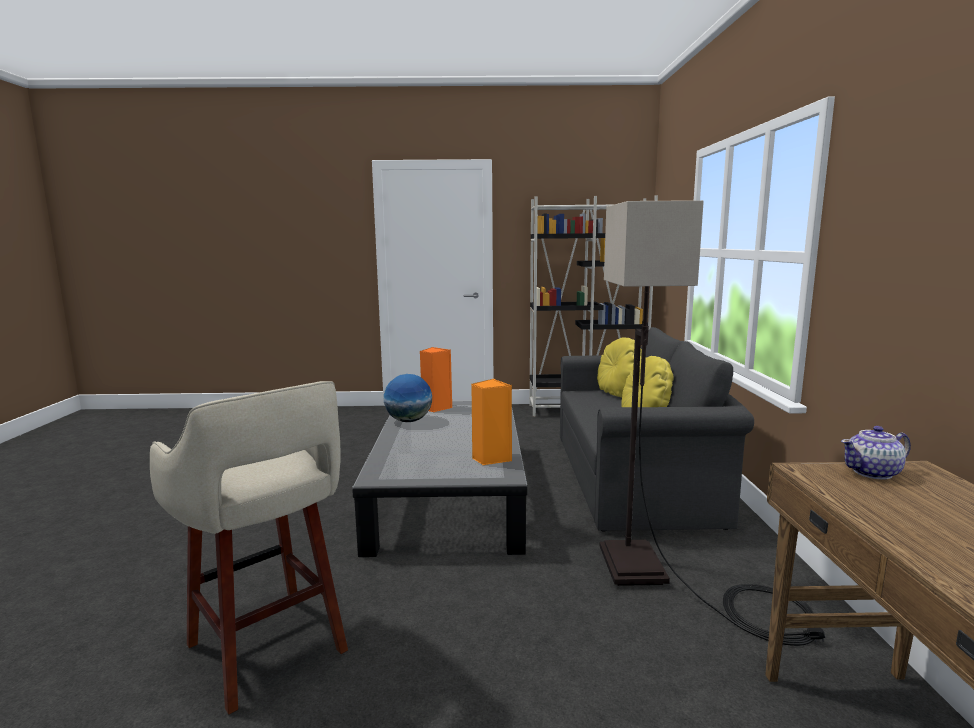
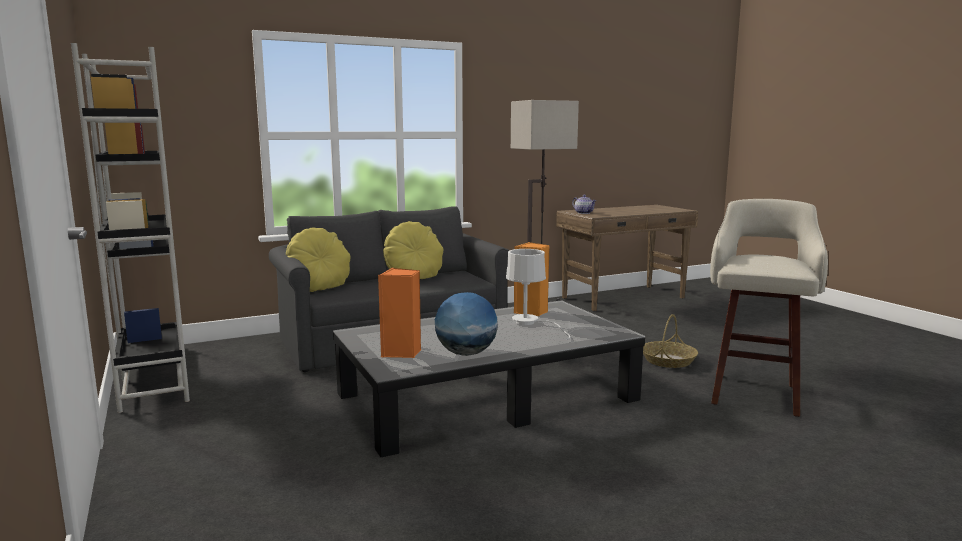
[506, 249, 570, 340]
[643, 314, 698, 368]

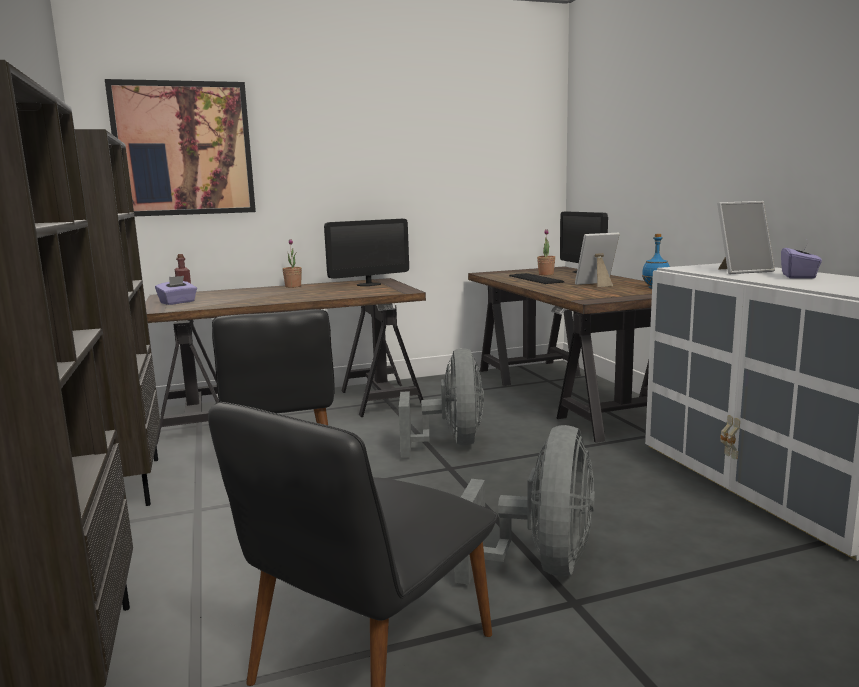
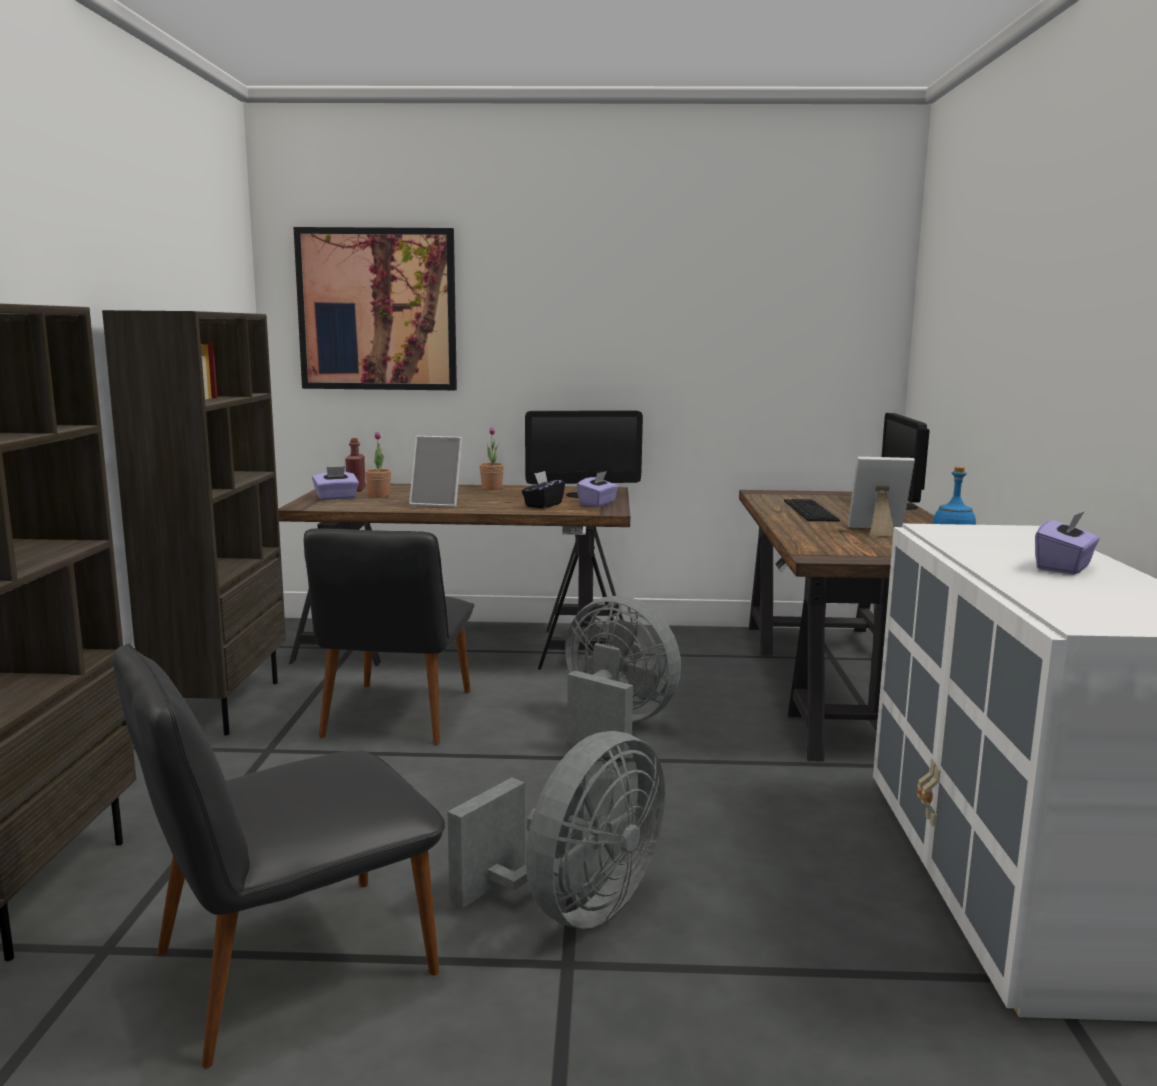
[565, 596, 681, 758]
[365, 432, 391, 498]
[409, 436, 463, 508]
[522, 471, 565, 508]
[577, 471, 619, 507]

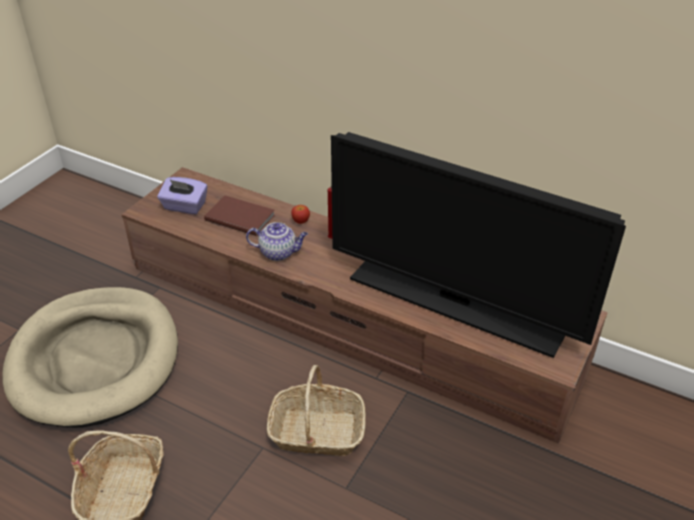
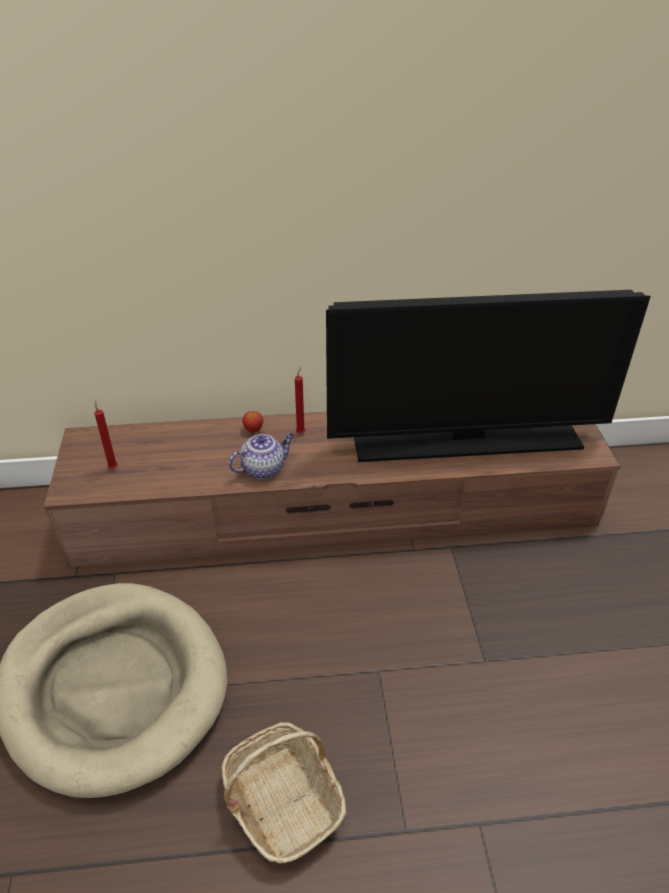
[94, 401, 118, 468]
[204, 195, 275, 236] (first image)
[267, 365, 366, 456] (first image)

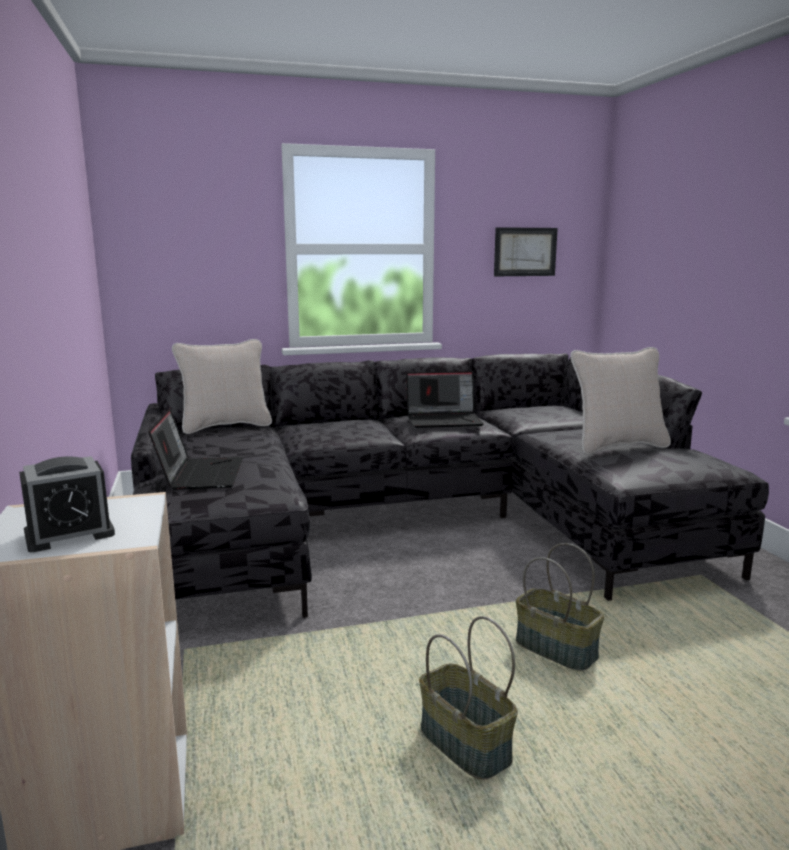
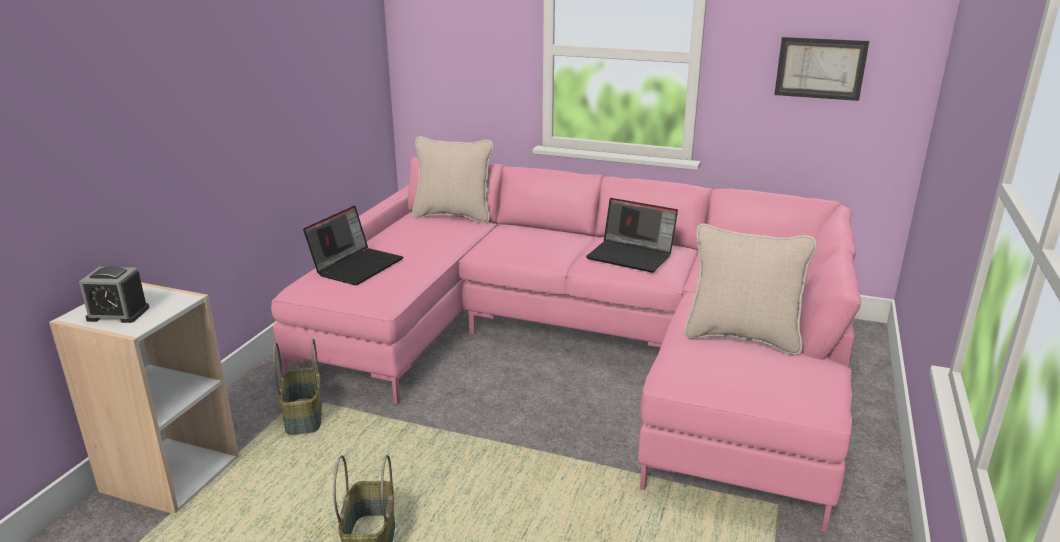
[271, 157, 861, 532]
[273, 339, 322, 435]

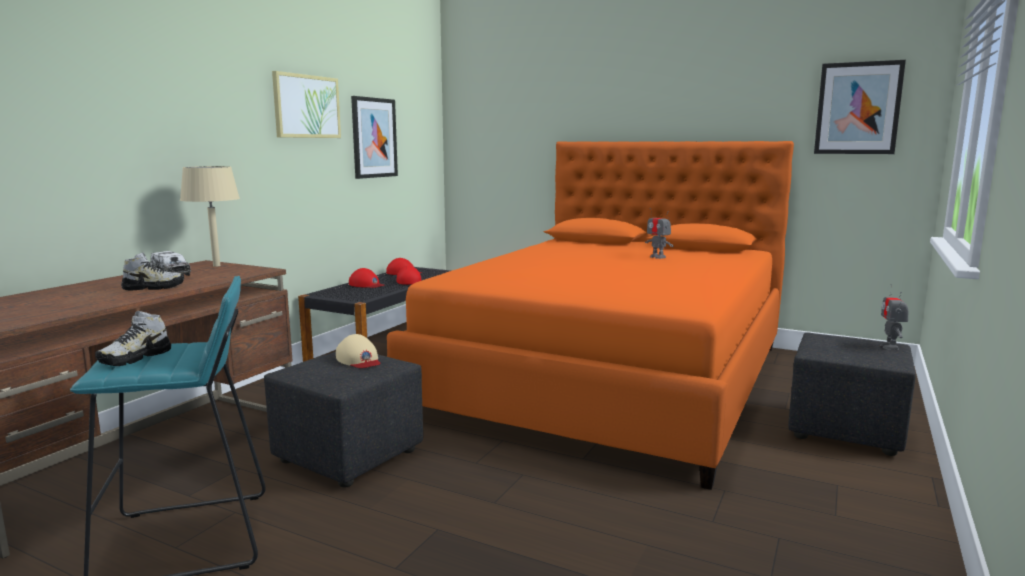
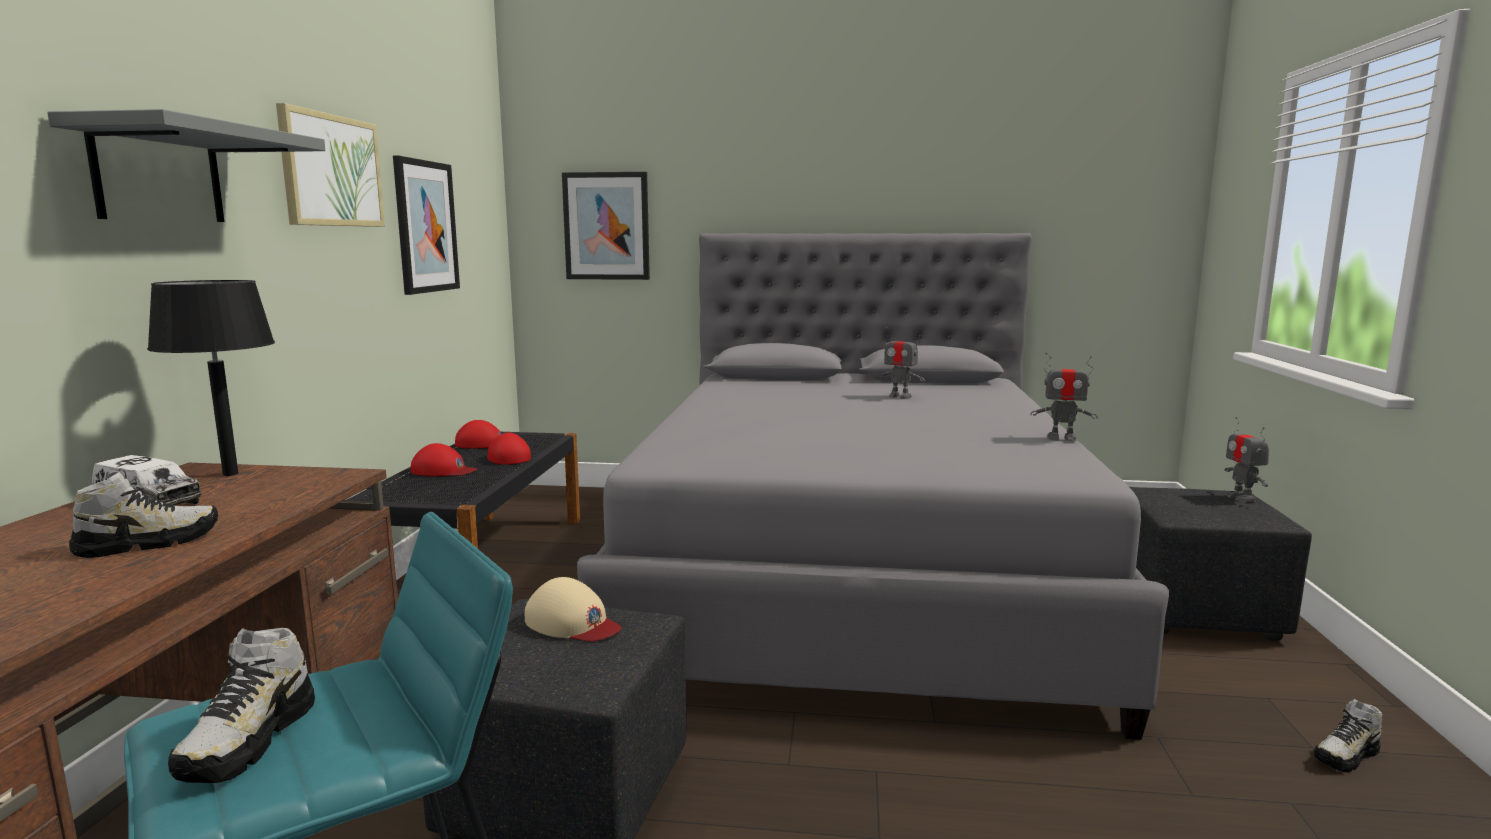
[147, 280, 275, 476]
[577, 233, 1169, 740]
[562, 172, 650, 280]
[47, 109, 325, 222]
[1031, 352, 1098, 442]
[1314, 699, 1382, 772]

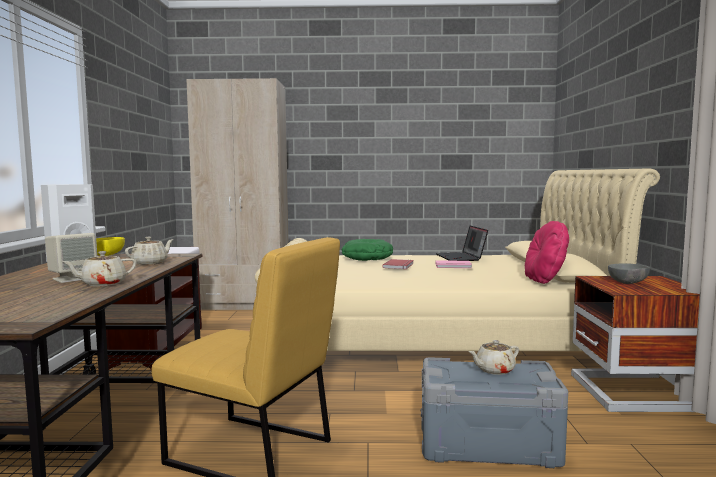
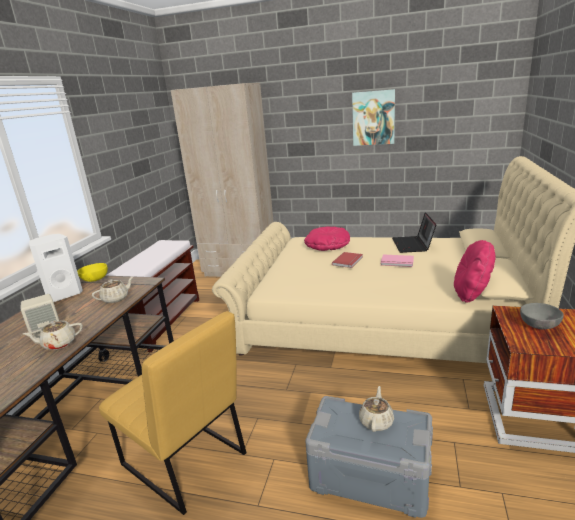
[304, 227, 350, 251]
[359, 386, 394, 432]
[352, 89, 395, 146]

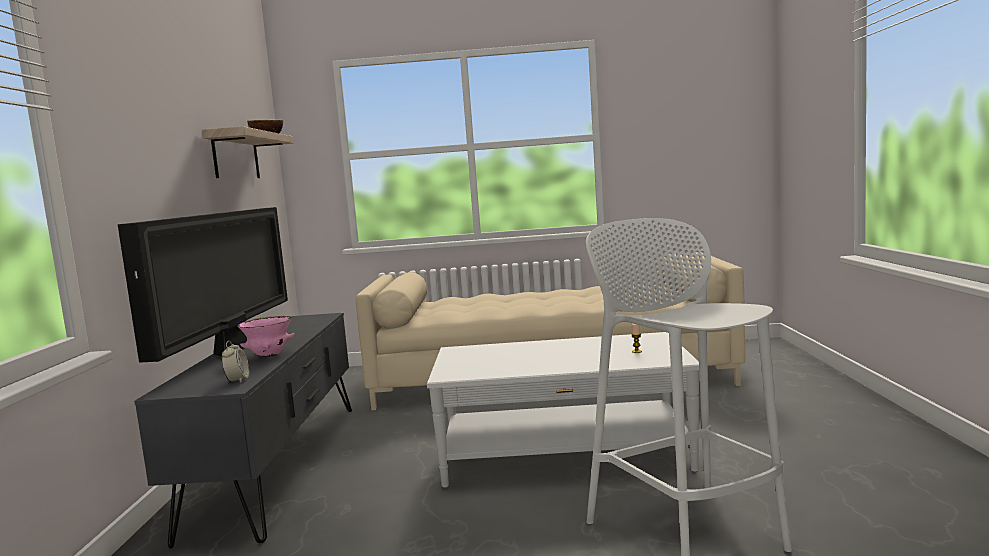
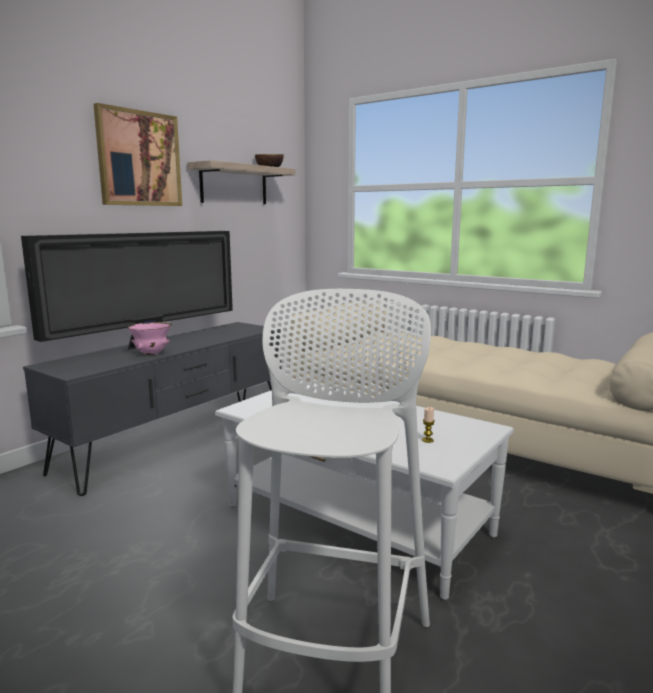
[221, 341, 249, 383] (first image)
[94, 103, 182, 206]

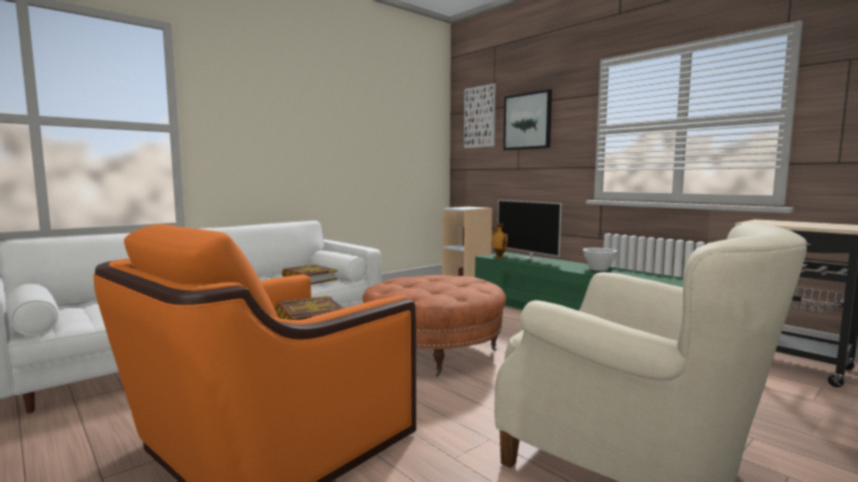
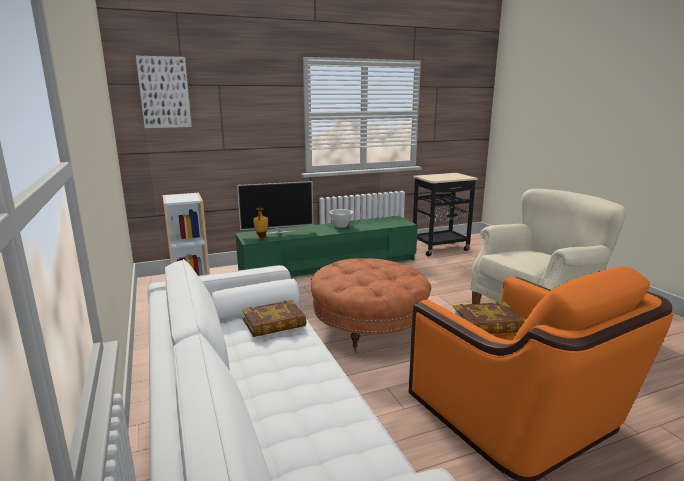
[503, 89, 552, 150] (first image)

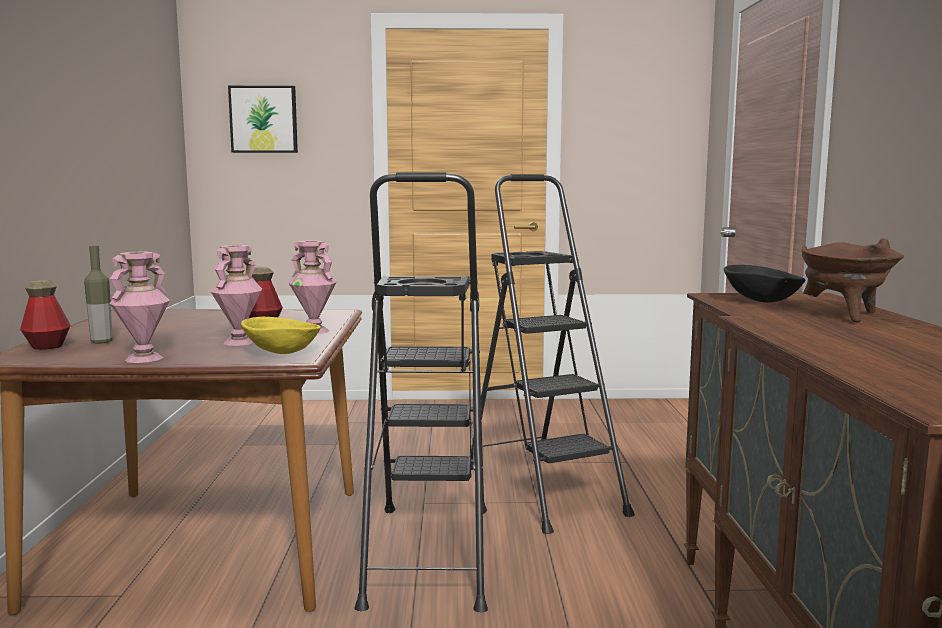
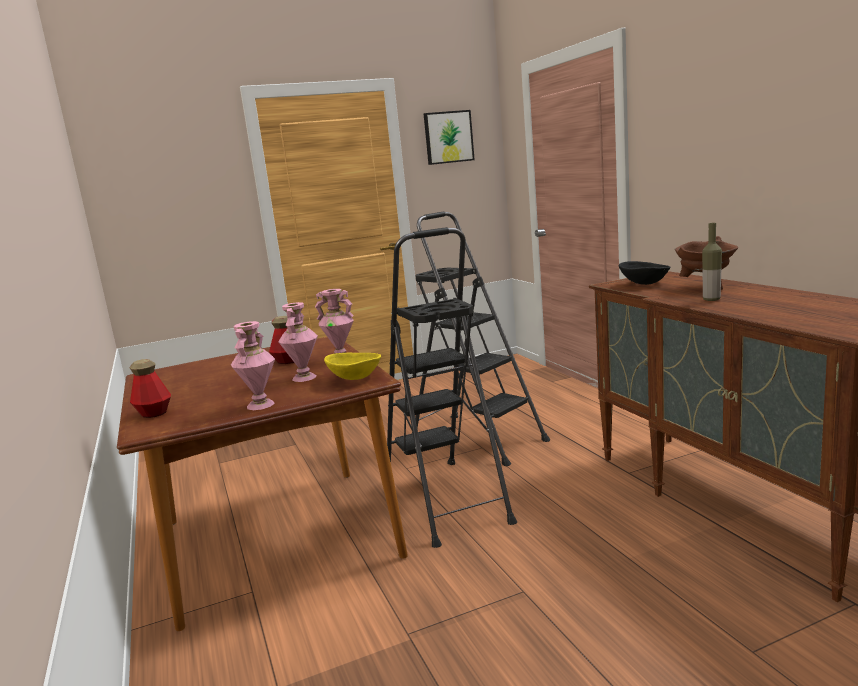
[702, 223, 722, 301]
[424, 110, 475, 165]

